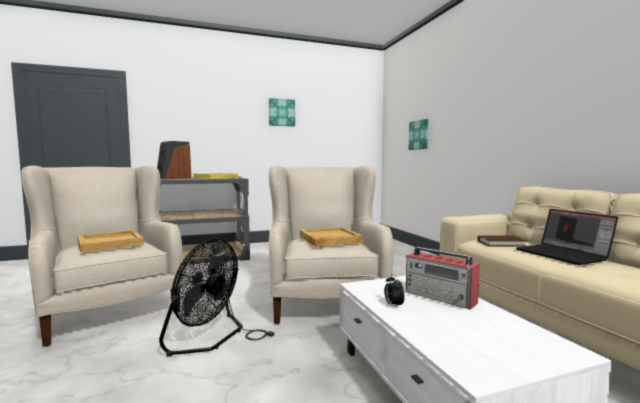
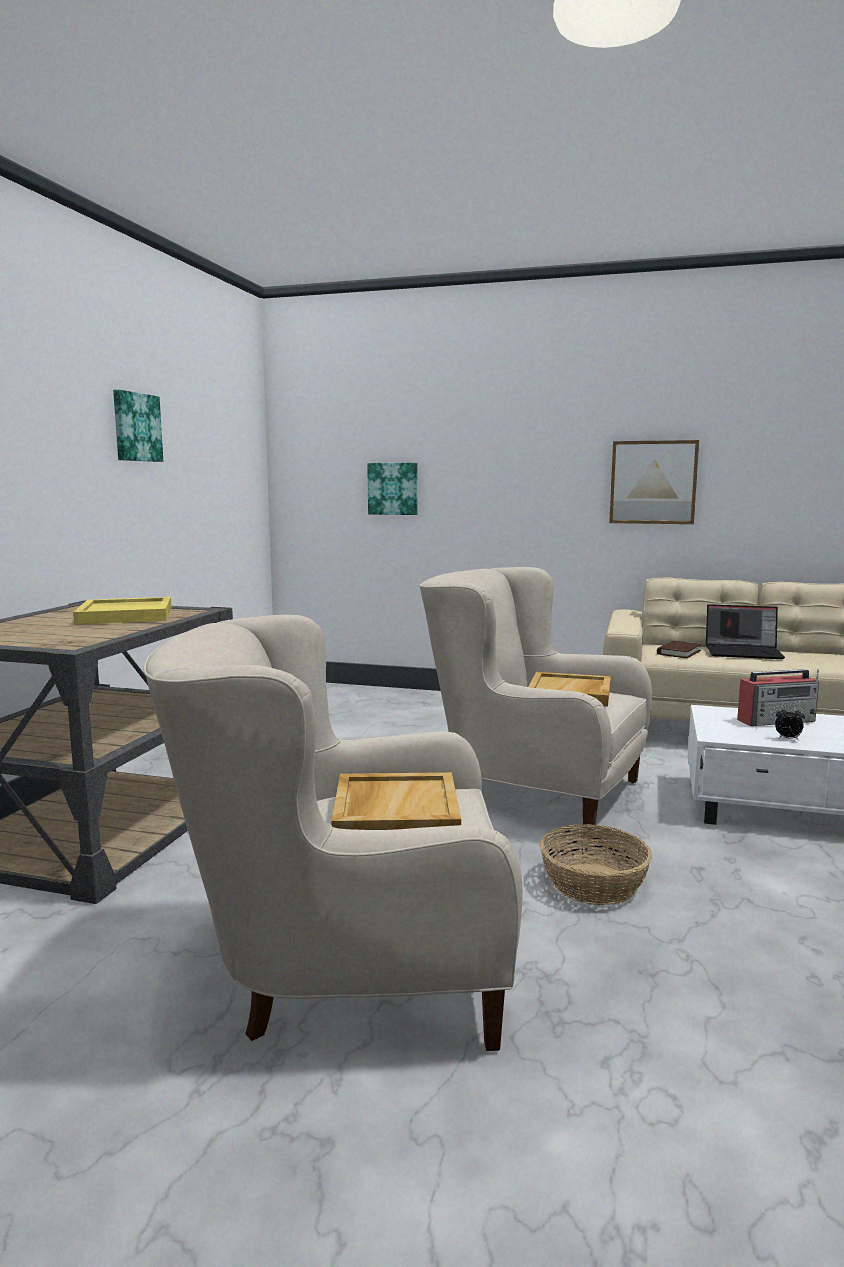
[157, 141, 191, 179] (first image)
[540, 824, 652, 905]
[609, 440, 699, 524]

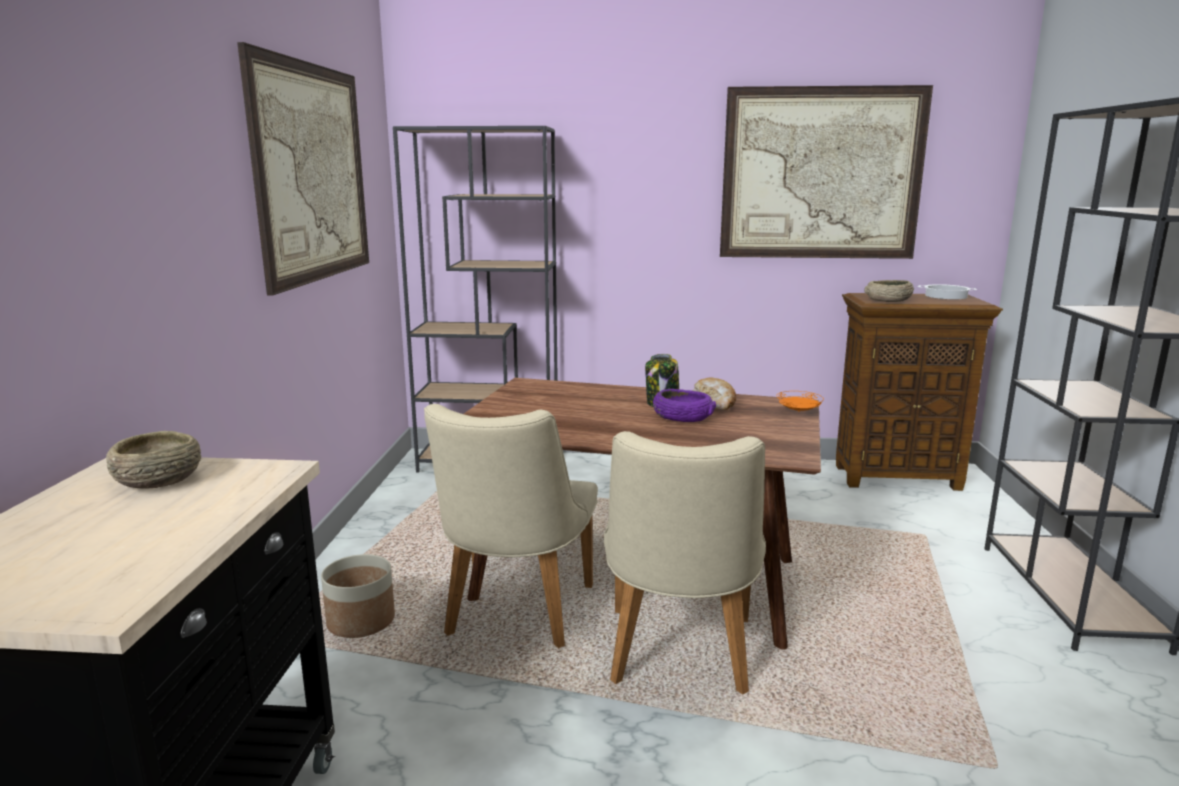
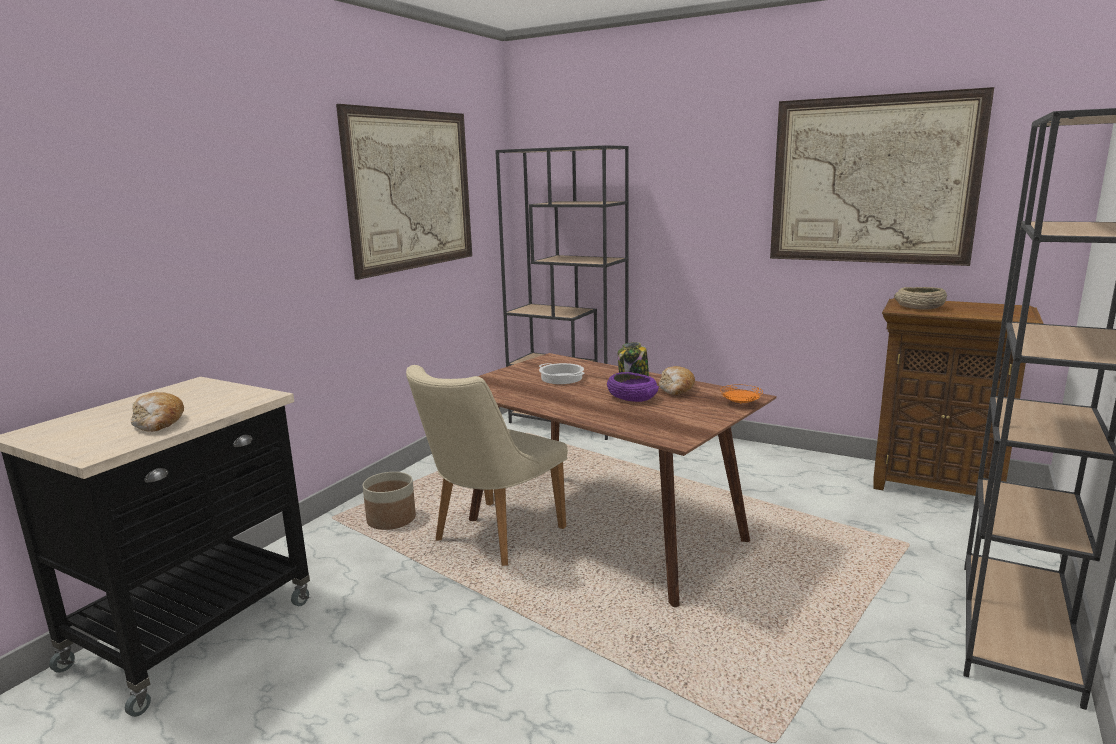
[106, 431, 201, 489] (first image)
[604, 431, 766, 695] (first image)
[539, 363, 585, 384]
[131, 392, 184, 432]

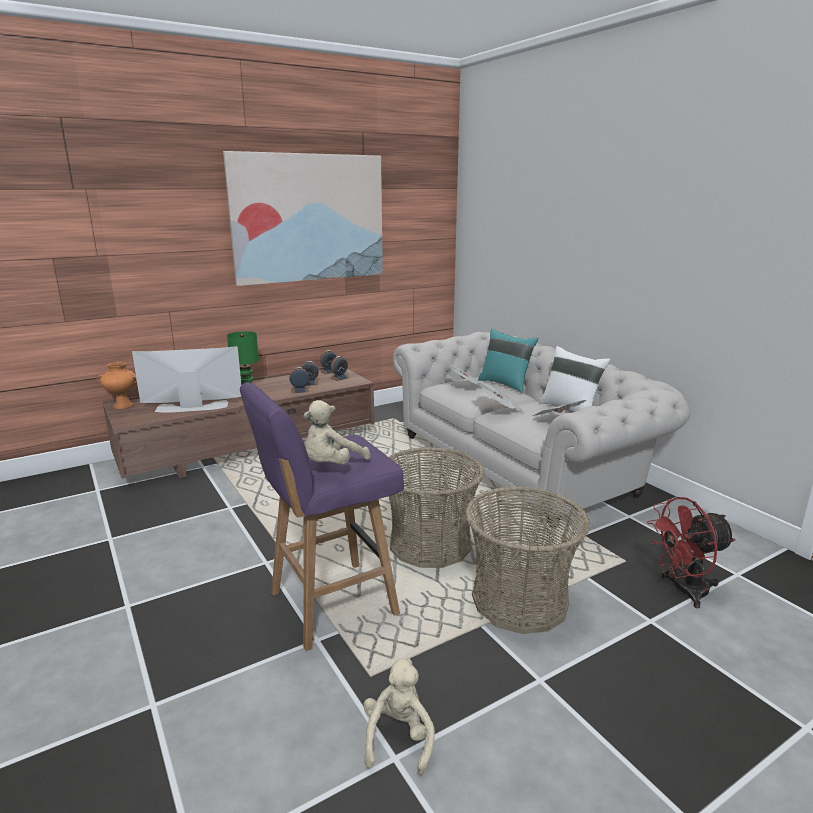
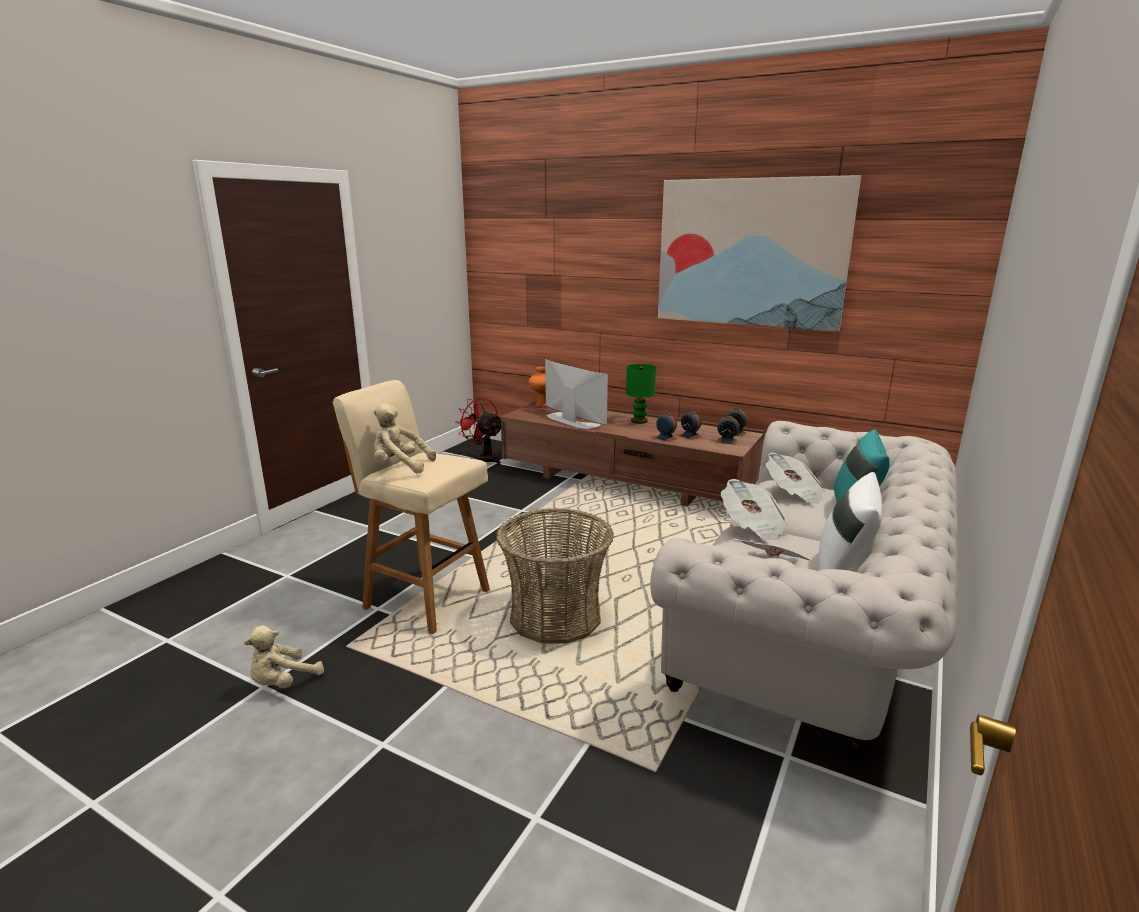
[333, 380, 490, 634]
[244, 625, 324, 688]
[465, 486, 590, 634] (first image)
[455, 397, 501, 465]

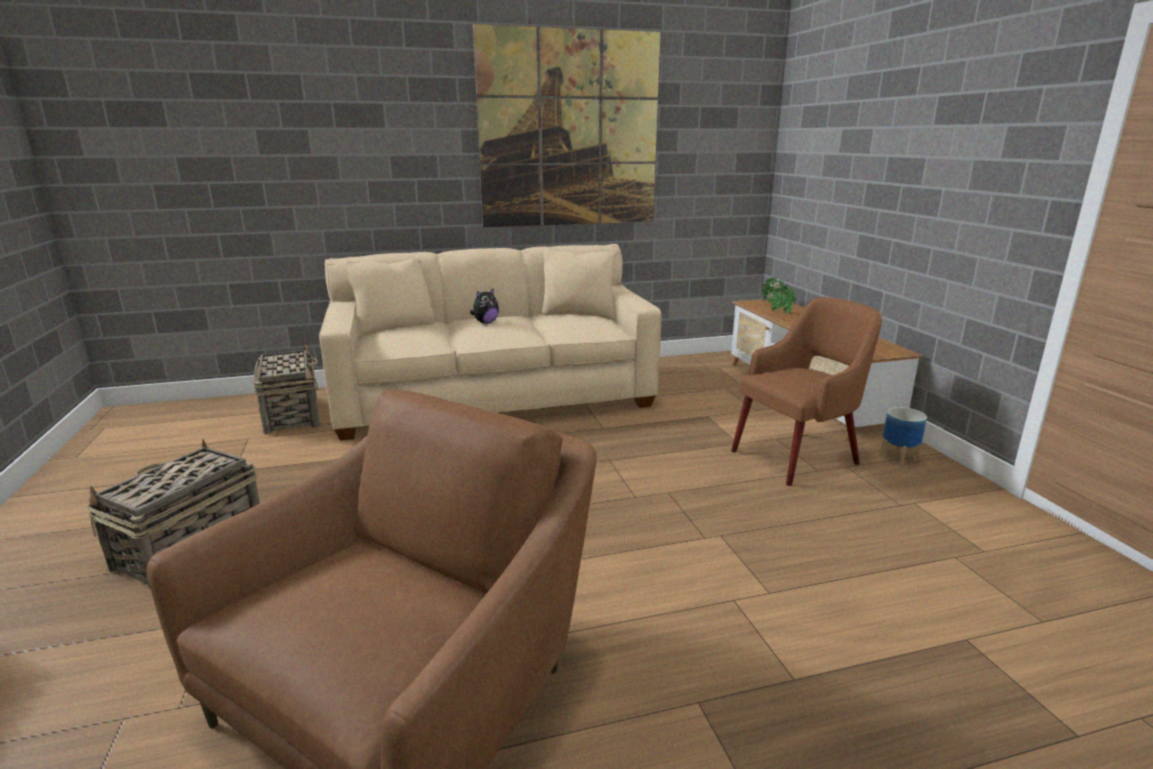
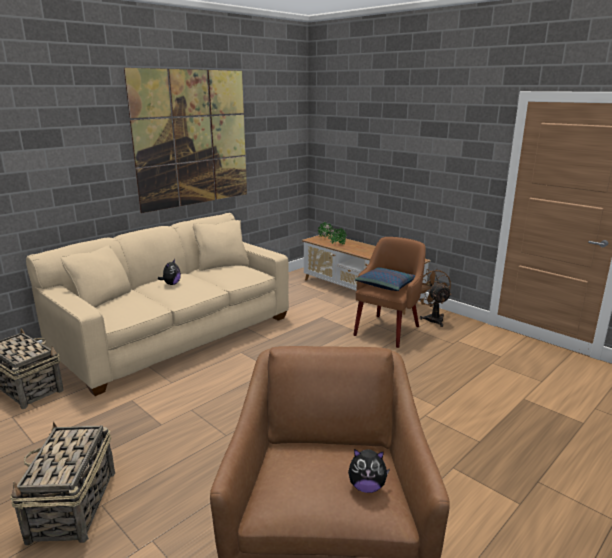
[419, 269, 451, 327]
[348, 449, 390, 493]
[355, 267, 415, 291]

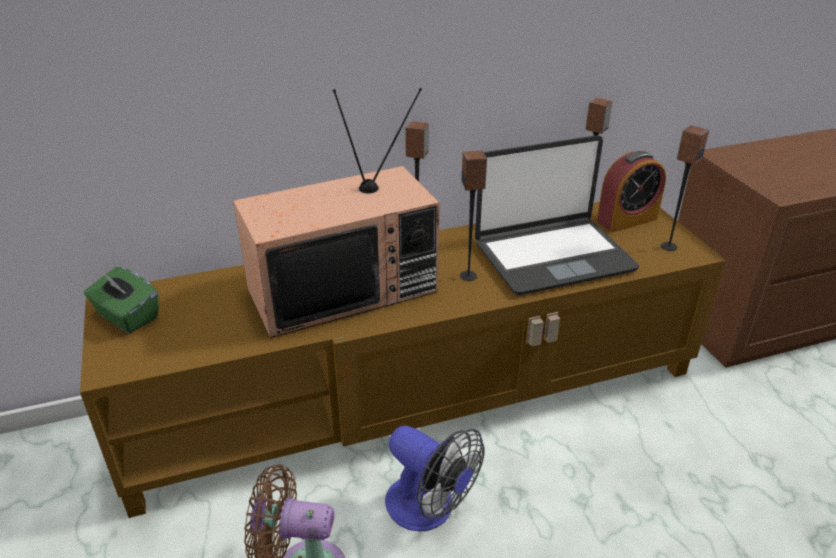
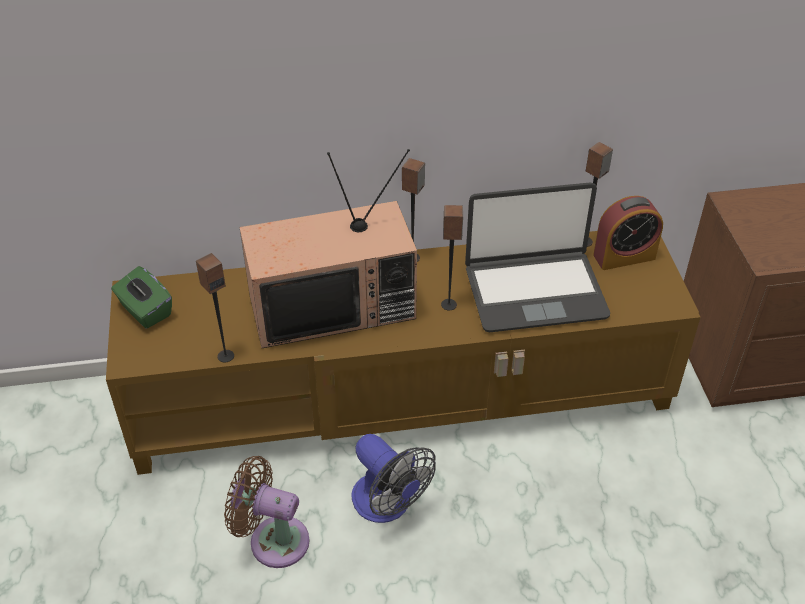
[196, 253, 234, 362]

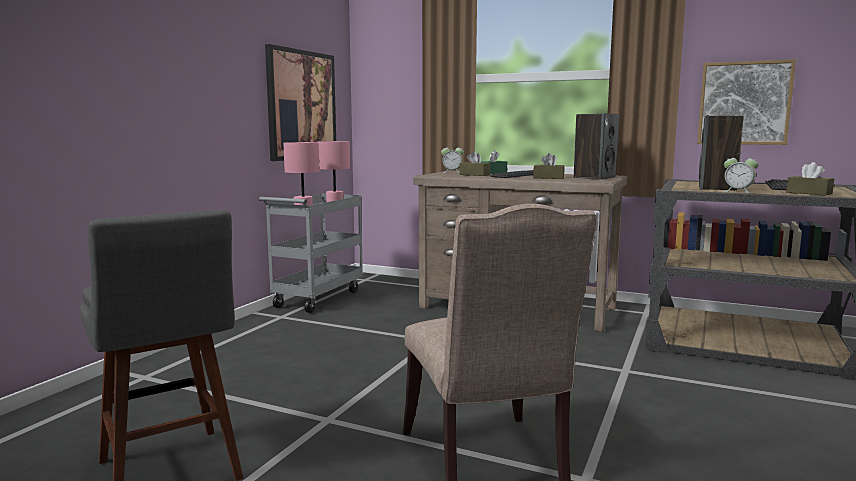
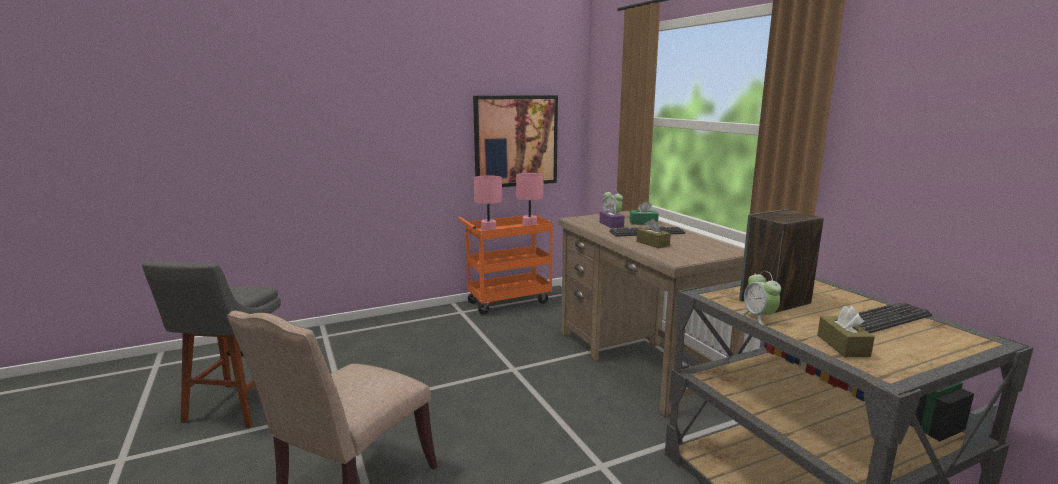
[458, 215, 553, 314]
[600, 202, 624, 228]
[574, 113, 619, 180] (first image)
[697, 59, 796, 145] (first image)

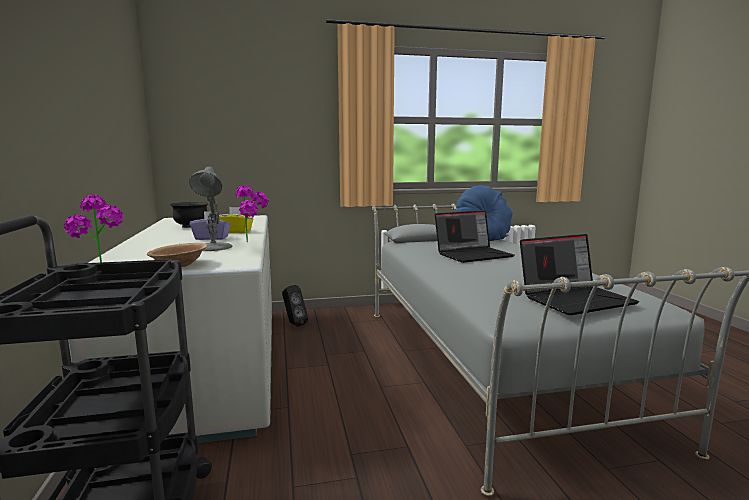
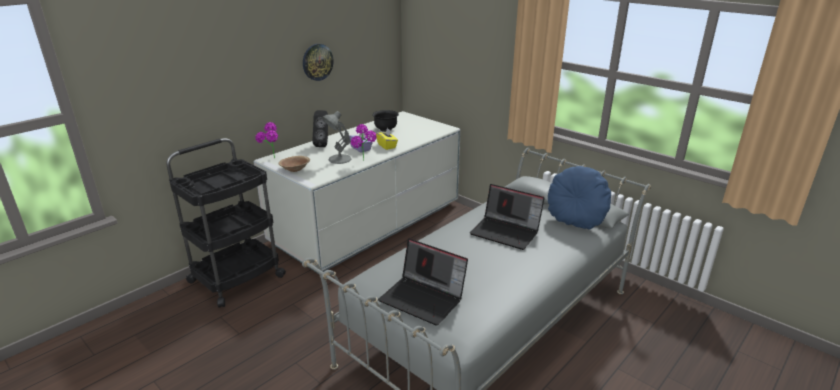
[312, 110, 328, 147]
[303, 44, 333, 81]

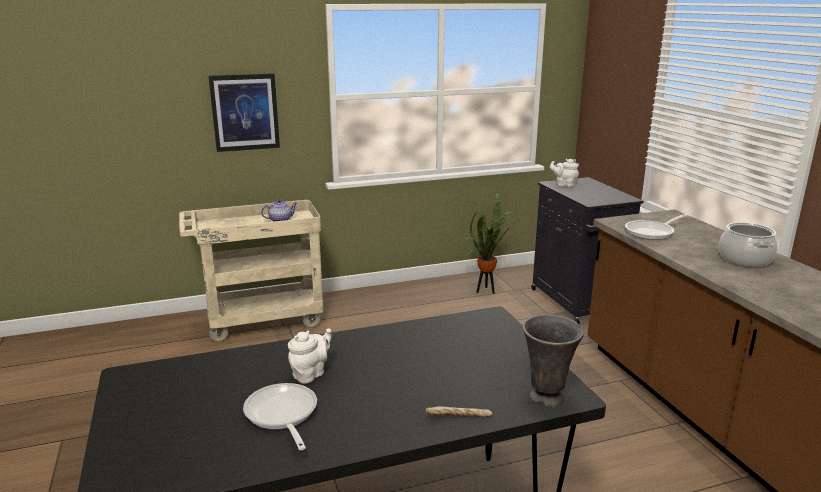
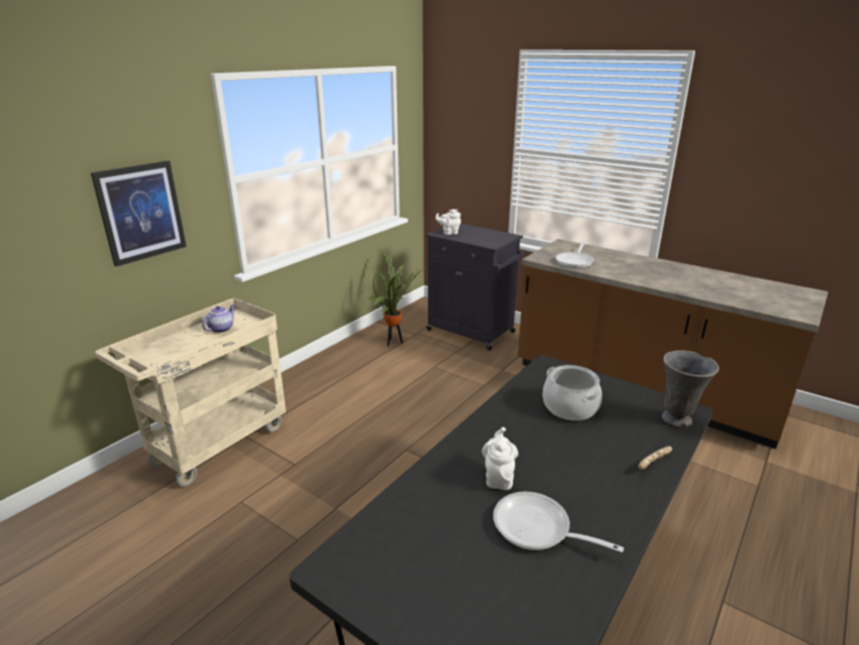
[543, 365, 602, 421]

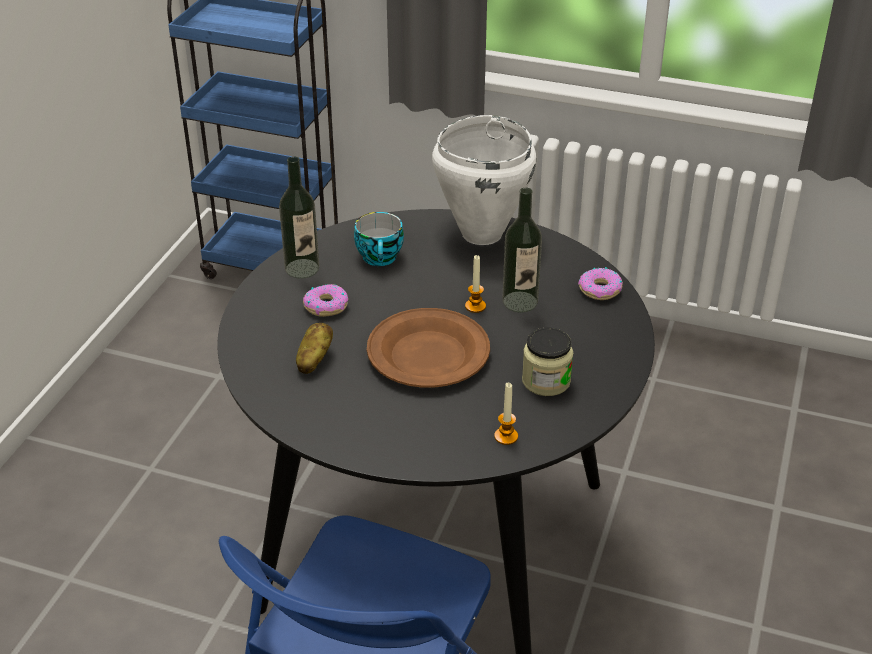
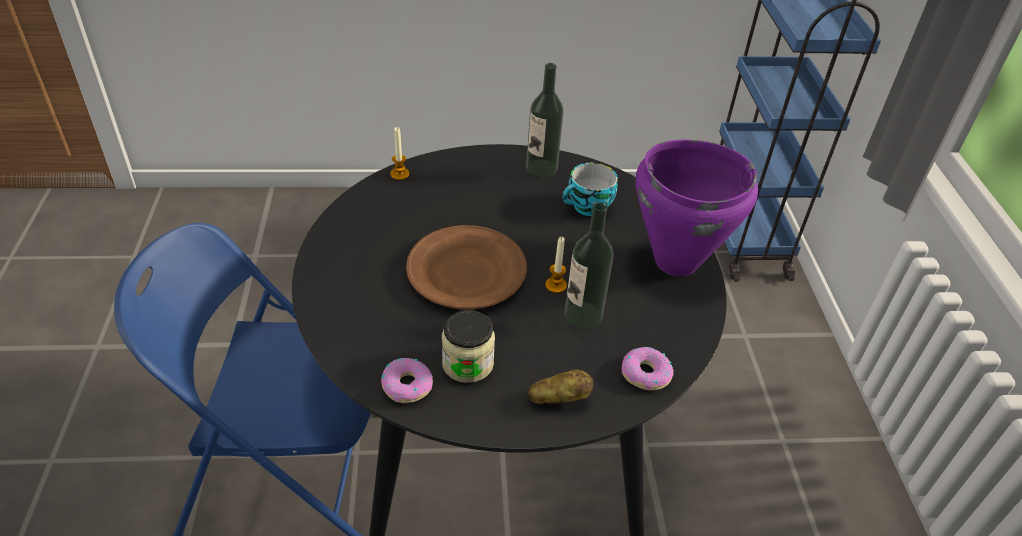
[528, 370, 593, 404]
[381, 358, 433, 403]
[636, 139, 758, 276]
[390, 127, 409, 180]

